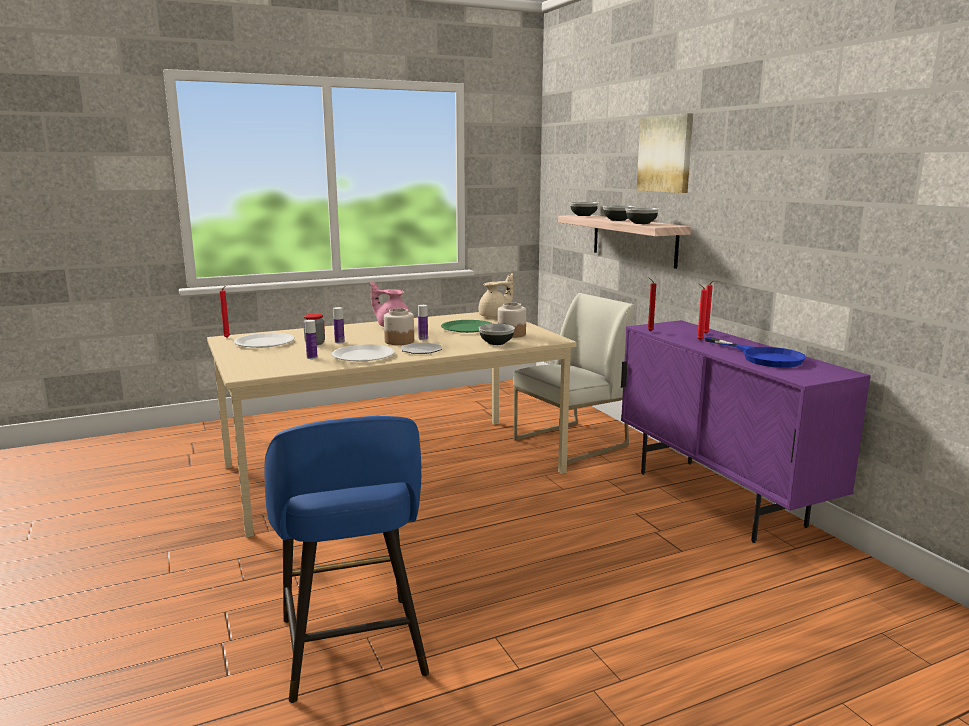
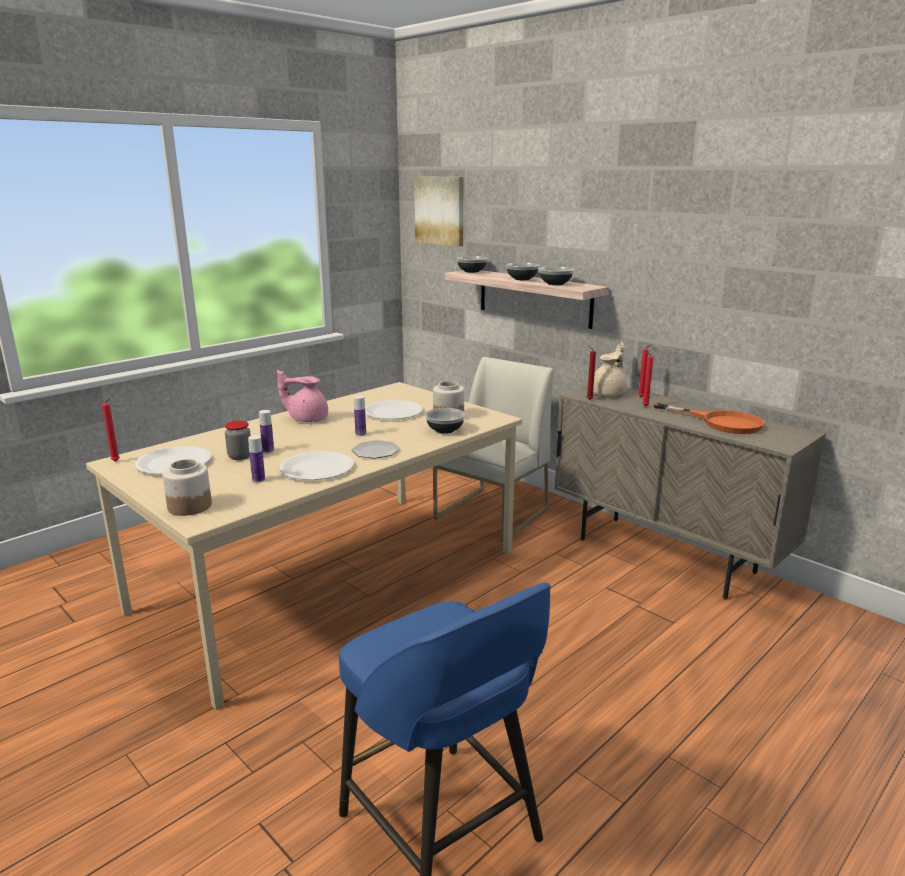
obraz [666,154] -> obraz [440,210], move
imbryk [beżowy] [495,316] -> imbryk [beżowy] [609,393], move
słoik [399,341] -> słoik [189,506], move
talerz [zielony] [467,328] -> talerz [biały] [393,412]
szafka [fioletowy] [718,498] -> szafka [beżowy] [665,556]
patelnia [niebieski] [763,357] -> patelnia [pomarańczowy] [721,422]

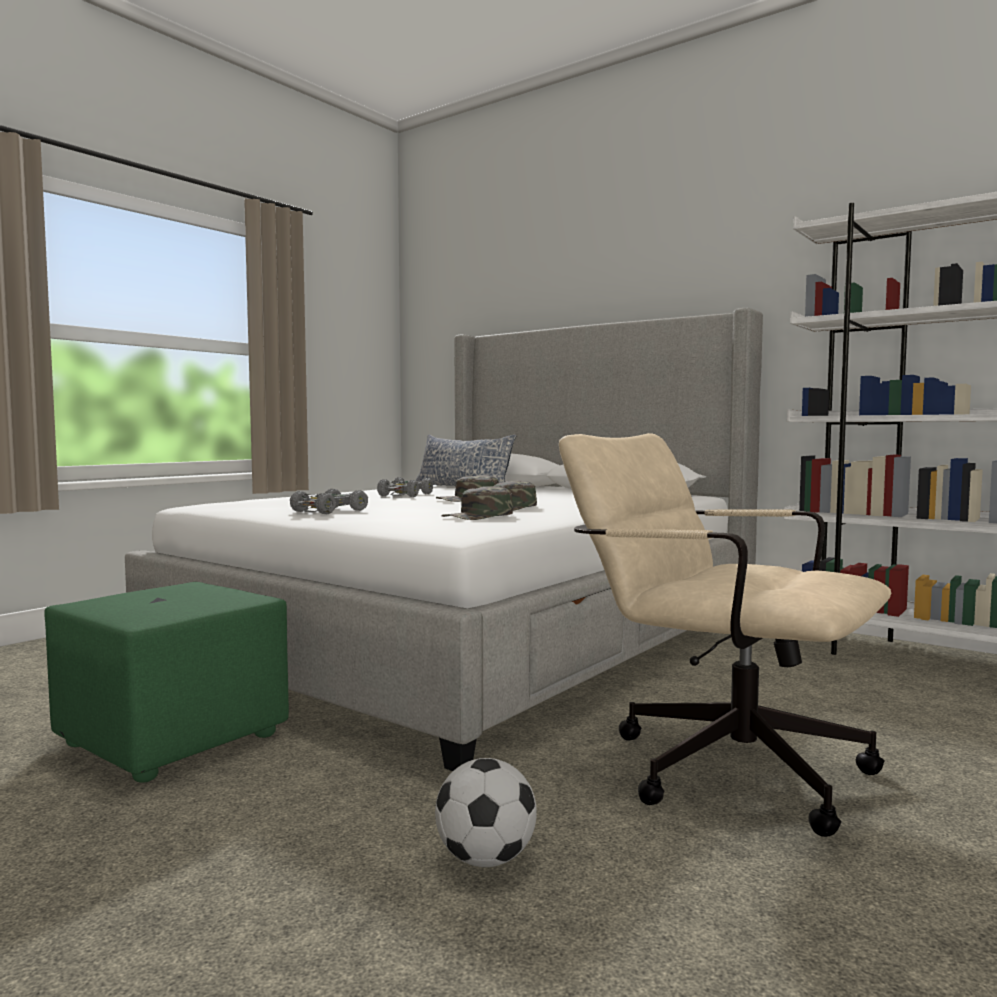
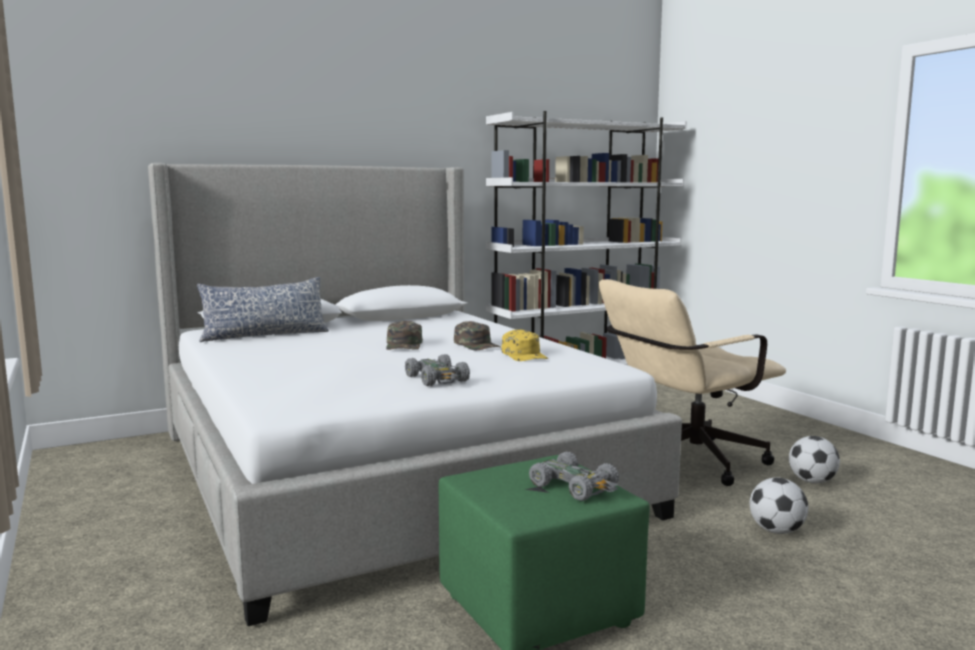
samochodzik [szary] [405,495] -> samochodzik [szary] [575,486], move
czapka z daszkiem [zielony] [479,516] -> czapka z daszkiem [żółty] [524,355]
none -> piłka futbolowa [812,481]

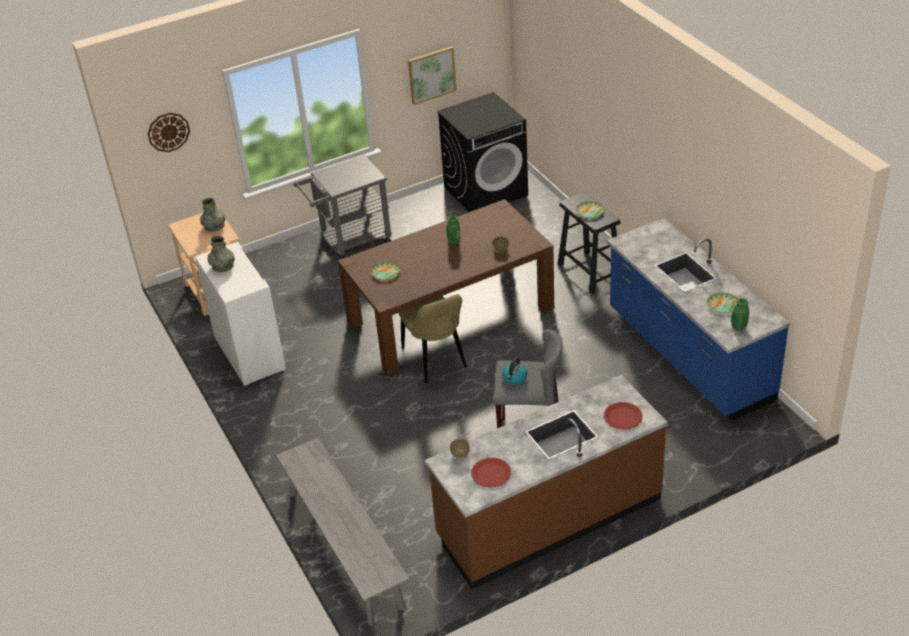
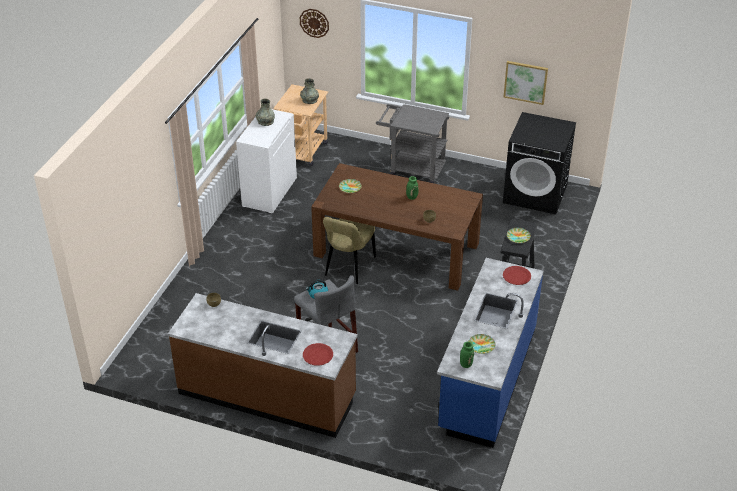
ławka [szary] [345,549] -> none
talerz [czerwony] [491,473] -> talerz [czerwony] [517,276], move

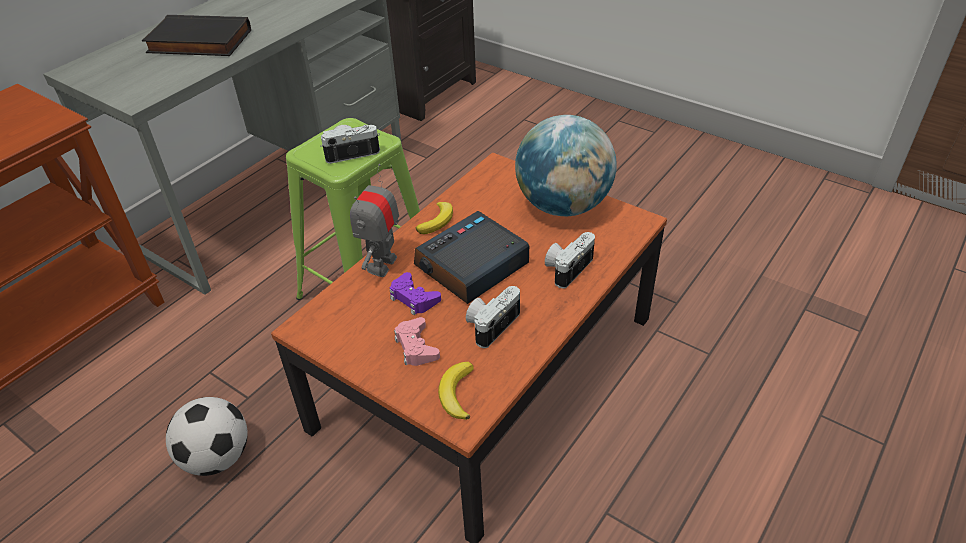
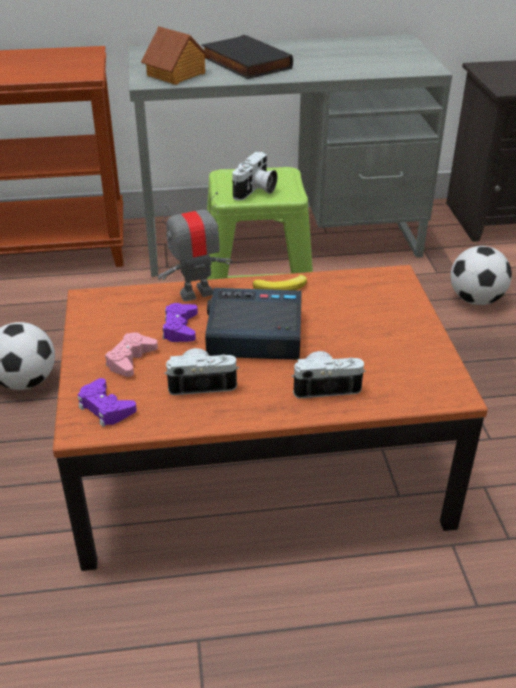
globus [563,206] -> none
aparat fotograficzny [351,152] -> aparat fotograficzny [256,191], 90 degrees clockwise
banan [456,393] -> pad do gier [fioletowy] [105,408]
none -> domek [176,74]
none -> piłka futbolowa [475,299]

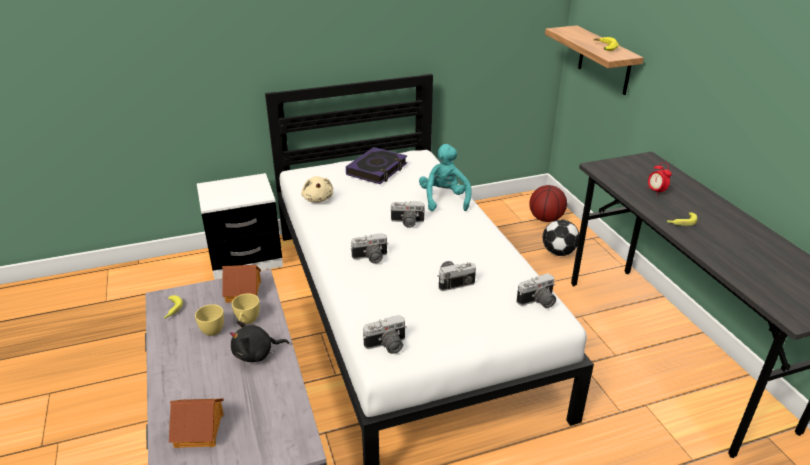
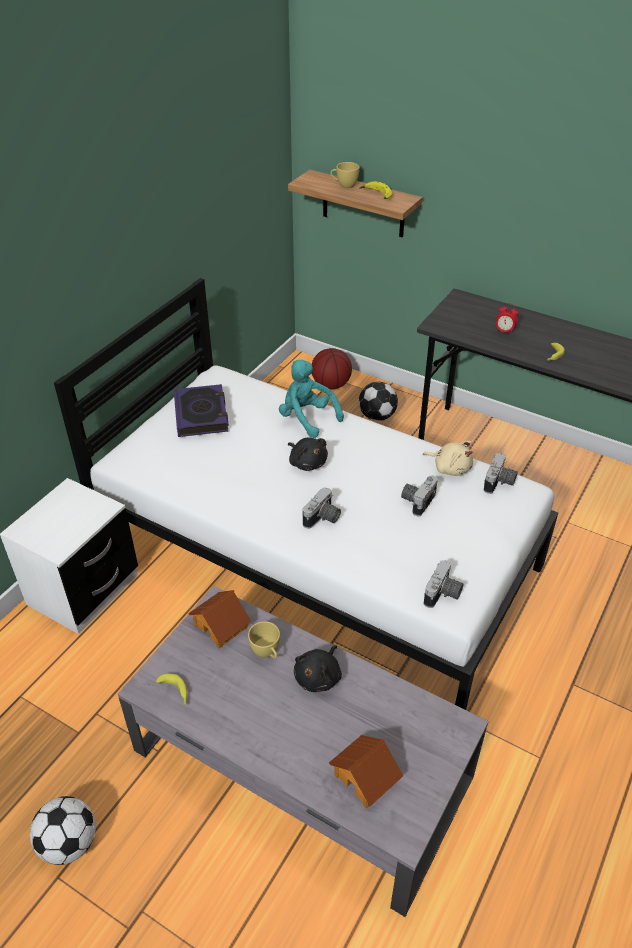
pluszak [beżowy] [318,199] -> pluszak [beżowy] [450,467], move
aparat fotograficzny [407,223] -> pluszak [czarny] [307,462]
filiżanka [żółty] [211,329] -> filiżanka [żółty] [344,185], move
none -> piłka futbolowa [69,843]

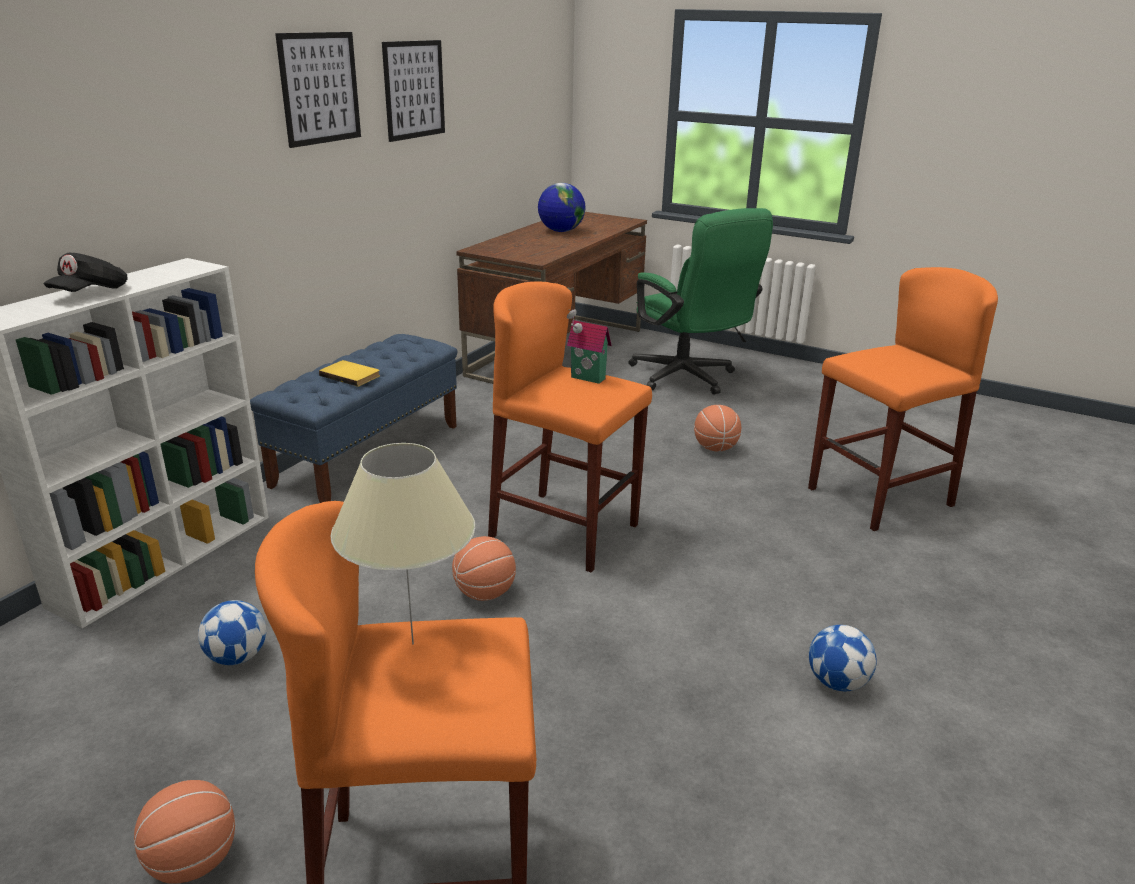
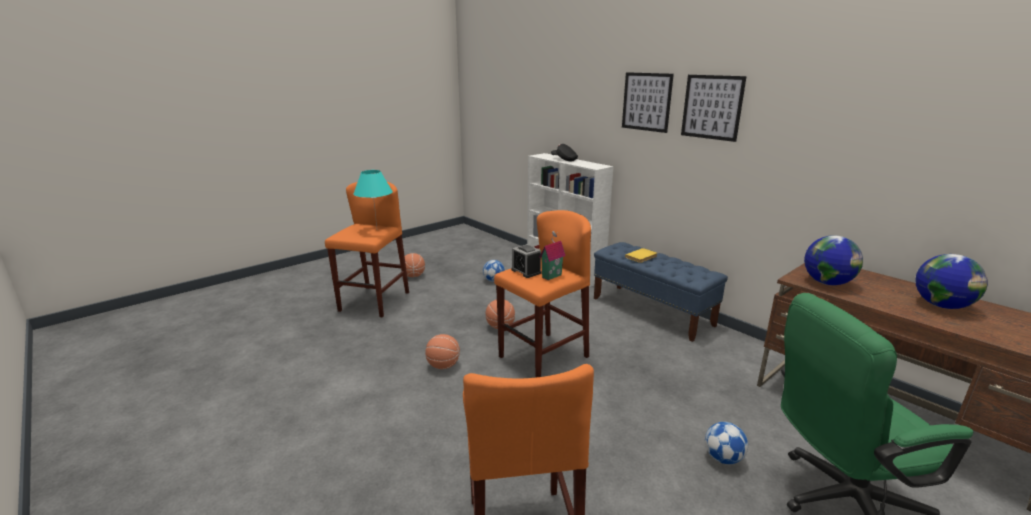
obraz [414,90] -> obraz [646,102], move
piłka do koszykówki [715,448] -> piłka do koszykówki [443,365], move
lampa stołowa [beżowy] [412,643] -> lampa stołowa [turkusowy] [377,229]
piłka futbolowa [836,682] -> piłka futbolowa [723,458], move
none -> globus [827,282]
none -> budzik [526,271]

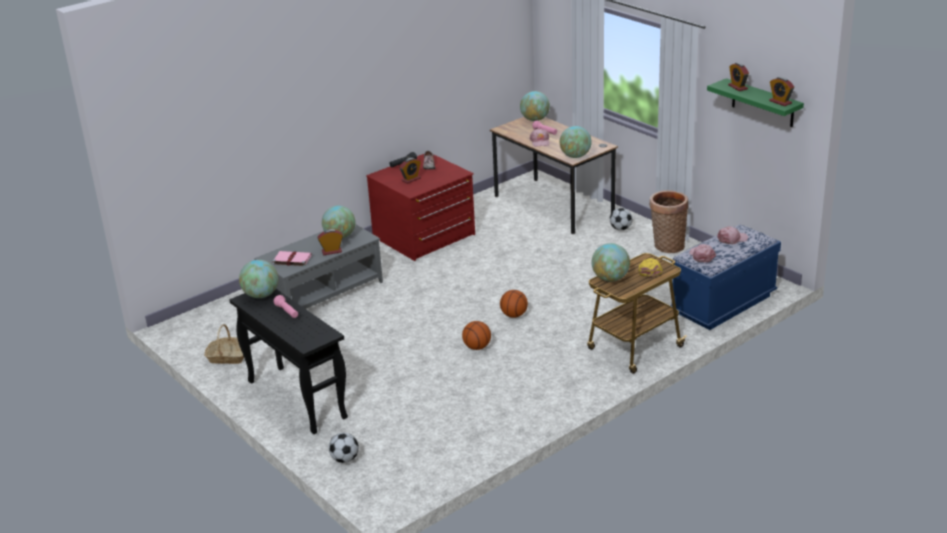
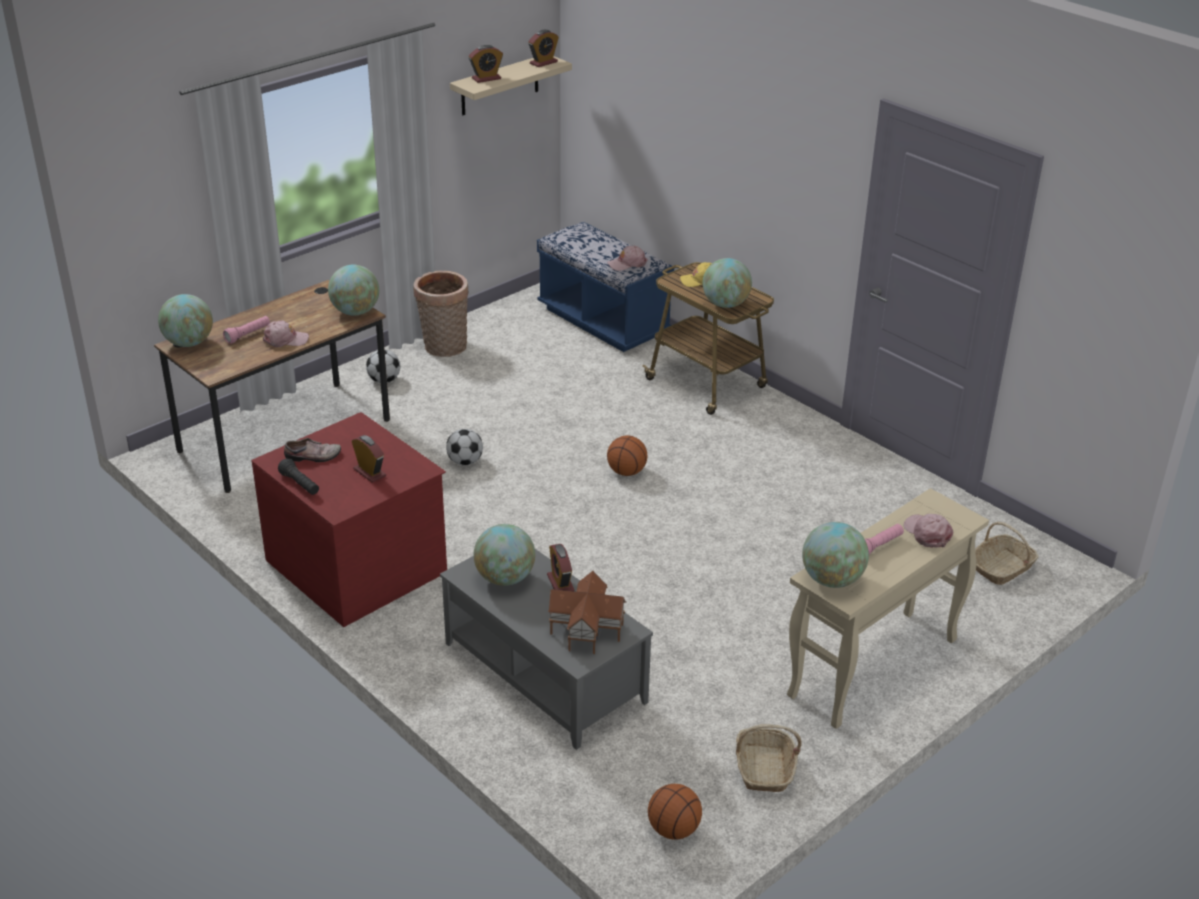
półka [zielony] [763,103] -> półka [beżowy] [500,85]
czapka z daszkiem [różowy] [732,239] -> czapka z daszkiem [różowy] [927,533], move
książka [różowy] [291,260] -> domek [588,628]
stolik konsolowy [czarny] [295,399] -> stolik konsolowy [beżowy] [873,669]
piłka do koszykówki [477,347] -> piłka do koszykówki [673,830], move
piłka futbolowa [345,459] -> piłka futbolowa [465,462], move
none -> koszyk [1002,568]

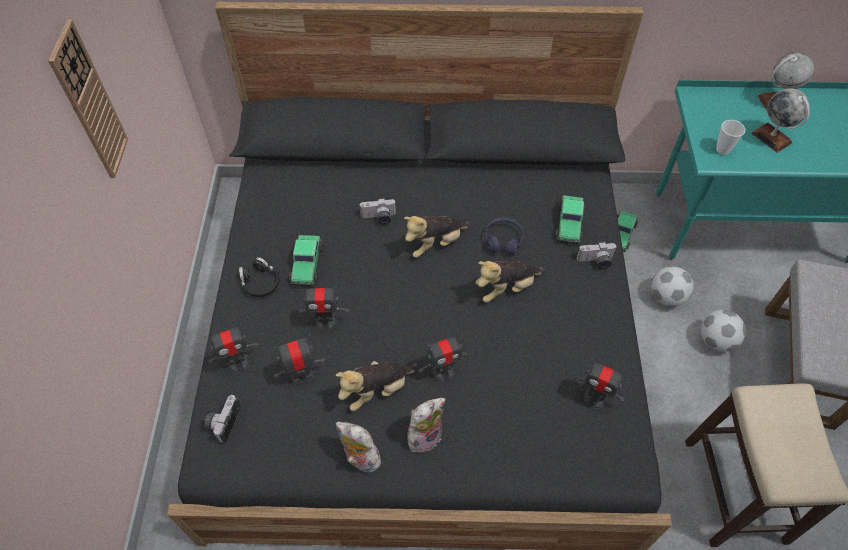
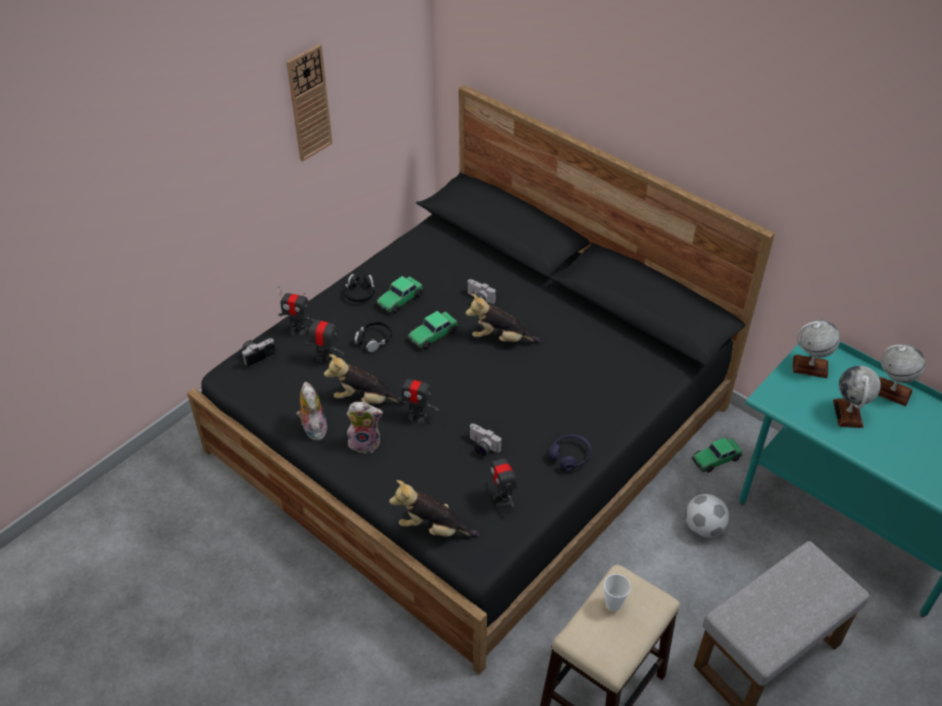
filiżanka [722,149] -> filiżanka [613,604], move
samochodzik [569,224] -> samochodzik [432,335], move
słuchawki [fioletowy] [503,240] -> słuchawki [fioletowy] [570,456], move
aparat fotograficzny [595,262] -> aparat fotograficzny [482,447], move
pluszak [506,288] -> pluszak [433,528], move
robot zabawkowy [326,322] -> słuchawki [czarny] [374,339]
piłka futbolowa [715,340] -> none
none -> globus [810,367]

